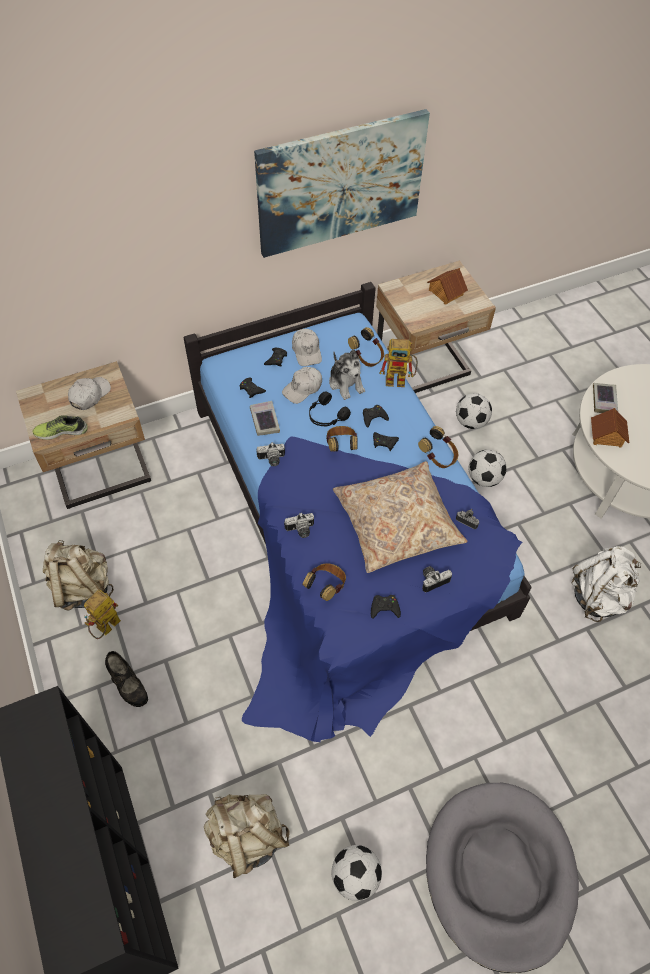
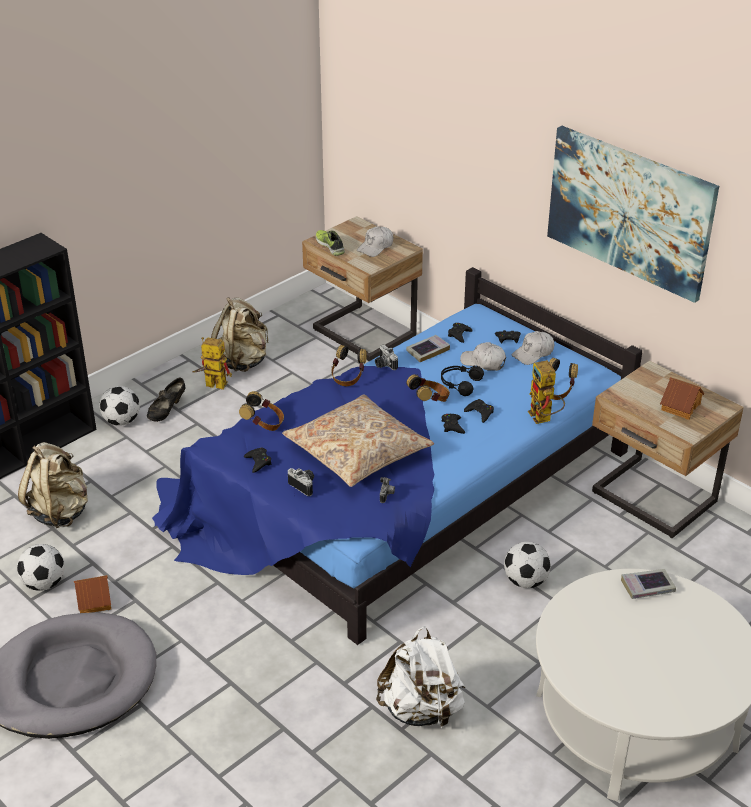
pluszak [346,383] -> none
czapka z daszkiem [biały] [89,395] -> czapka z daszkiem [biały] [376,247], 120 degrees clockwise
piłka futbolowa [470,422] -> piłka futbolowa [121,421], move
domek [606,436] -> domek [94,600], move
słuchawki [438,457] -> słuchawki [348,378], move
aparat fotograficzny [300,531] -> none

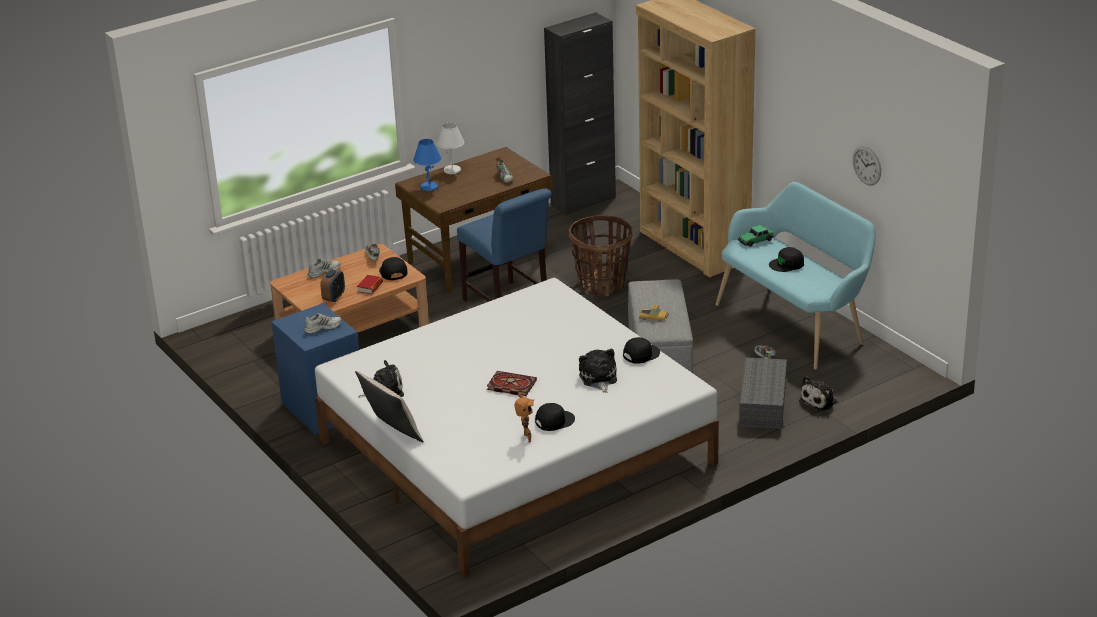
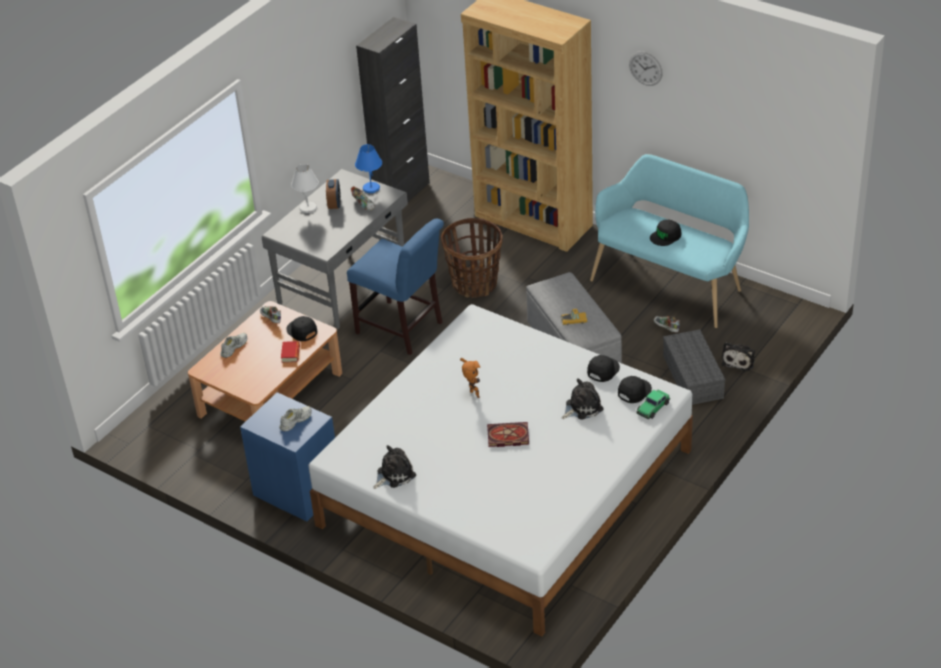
lampa stołowa [niebieski] [429,187] -> lampa stołowa [niebieski] [371,188], move
zegar ścienny [867,165] -> zegar ścienny [645,68], move
biurko [brązowy] [478,260] -> biurko [szary] [344,285]
samochodzik [755,240] -> samochodzik [653,408], move
budzik [334,297] -> budzik [334,204], move
pluszak [598,379] -> pluszak [582,407], 90 degrees clockwise
poduszka [beżowy] [391,433] -> none
robot zabawkowy [525,439] -> robot zabawkowy [473,395], move
czapka z daszkiem [czarny] [554,421] -> czapka z daszkiem [czarny] [634,391], move

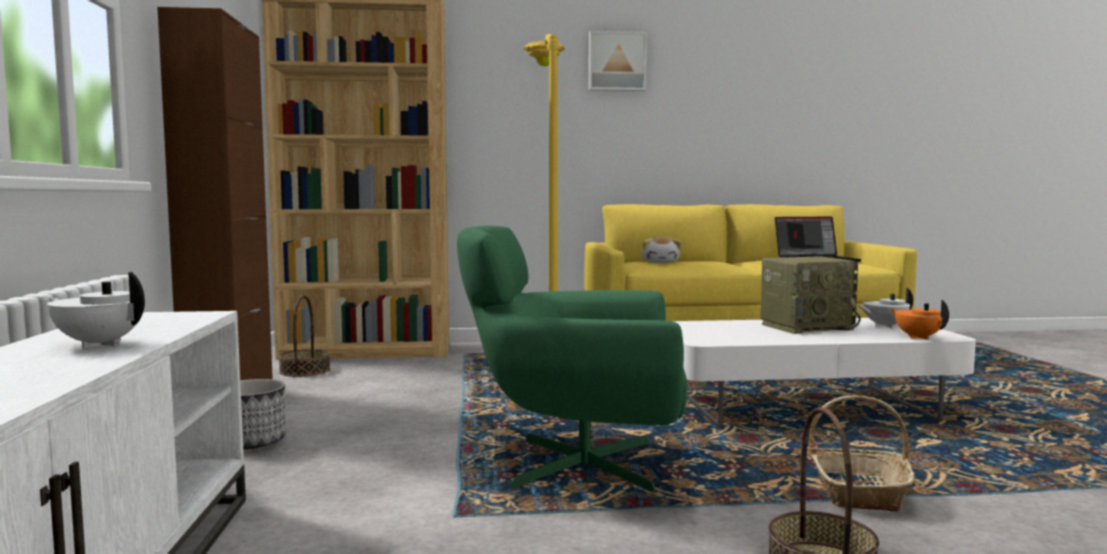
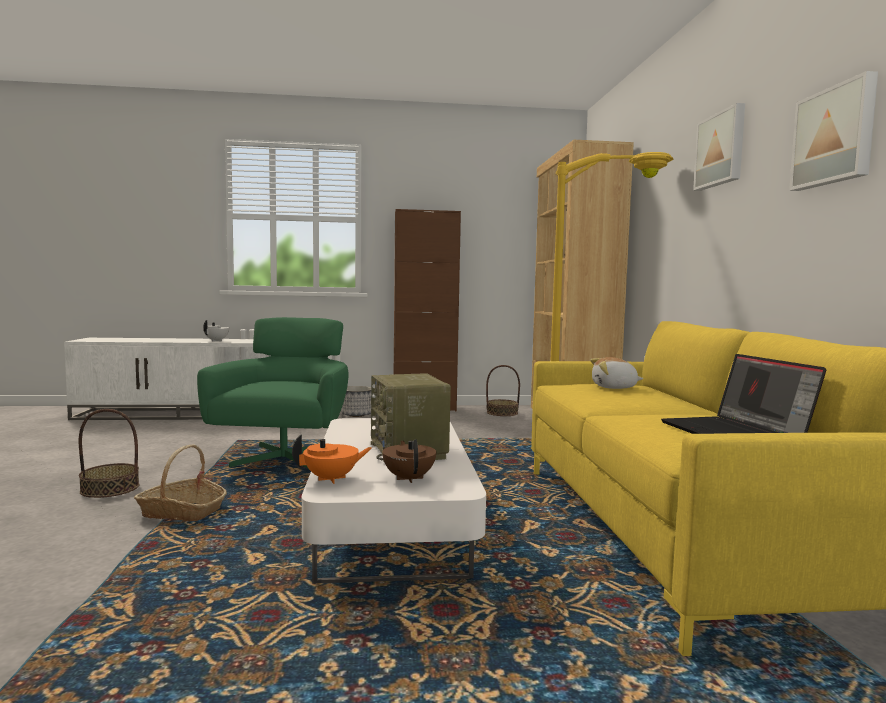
imbryk [biały] [884,326] -> imbryk [brązowy] [409,478]
none -> obraz [835,136]

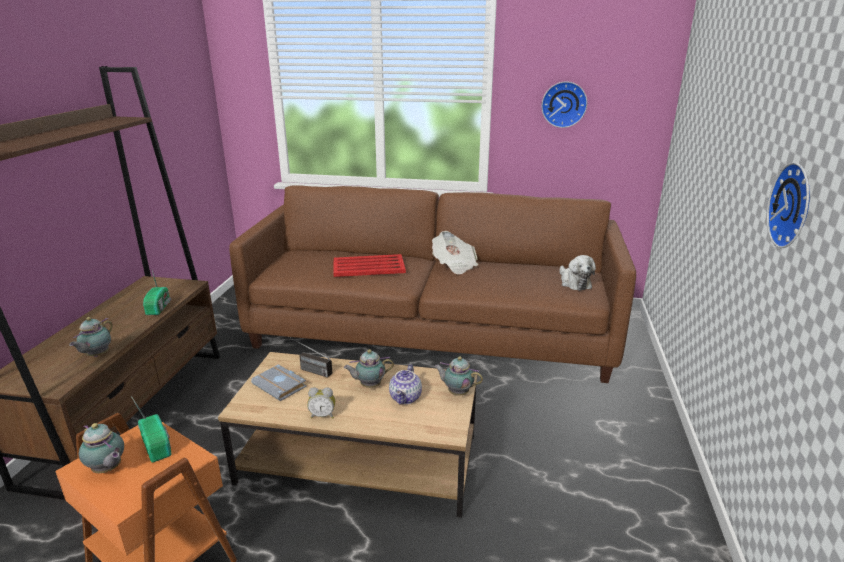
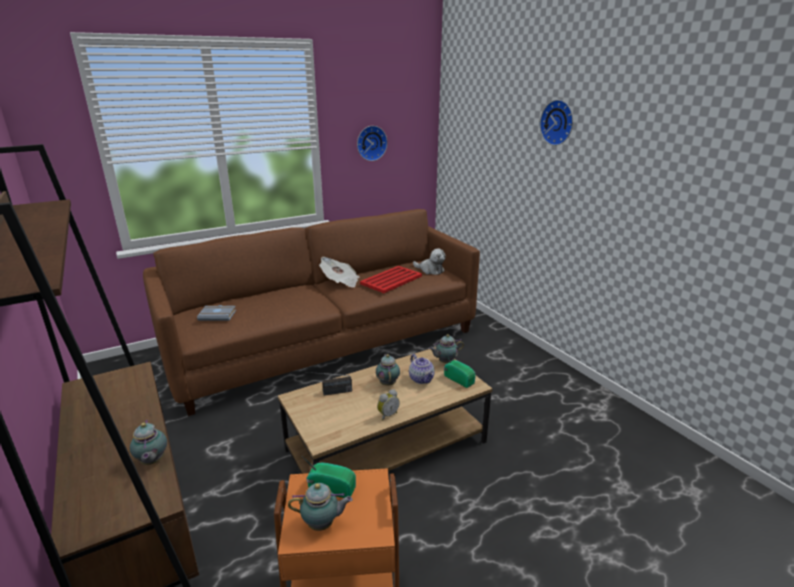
zegar ścienny [794,206] -> zegar ścienny [558,122], move
taca [czerwony] [368,266] -> taca [czerwony] [391,280], move
radio [159,307] -> radio [458,379], move
imbryk [369,385] -> imbryk [388,383], 135 degrees clockwise
książka [szary] [281,386] -> książka [szary] [218,315], move

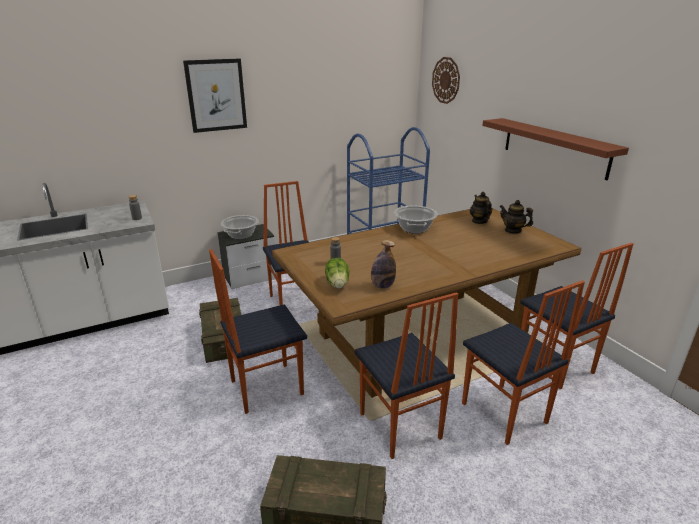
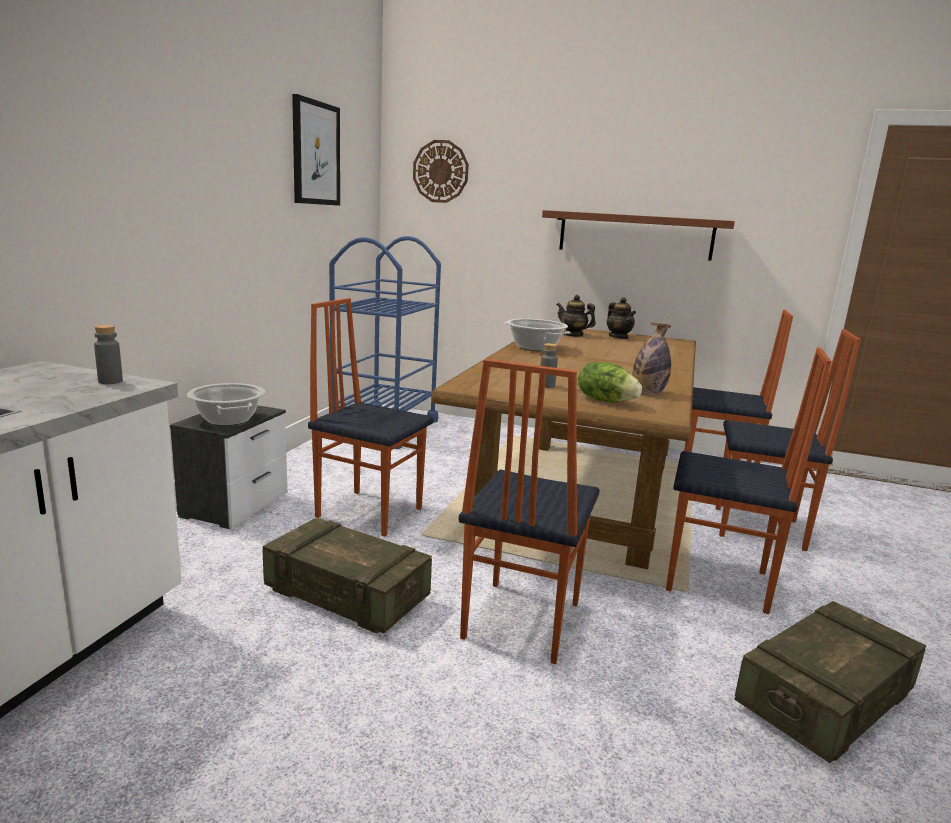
obraz [216,95] -> obraz [315,153], move
imbryk [513,230] -> imbryk [618,337], 105 degrees counterclockwise

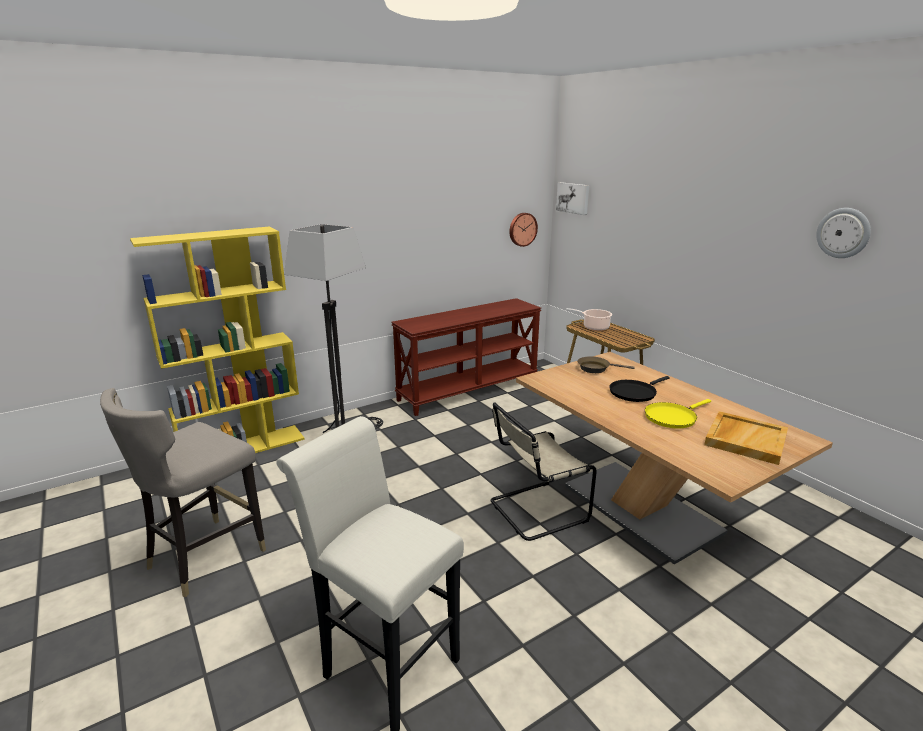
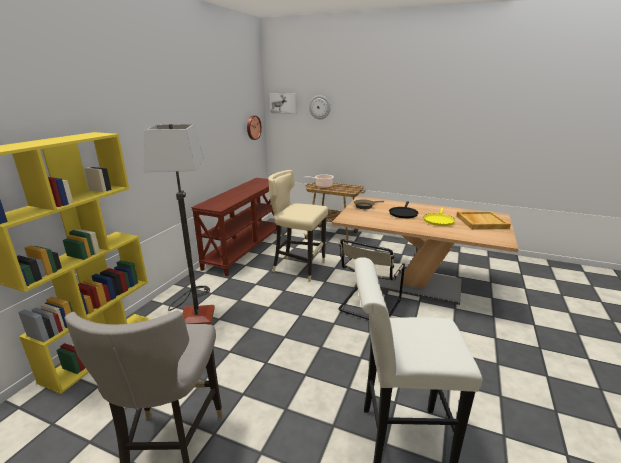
zegar ścienny [843,233] -> zegar ścienny [320,107], move
none -> stołek [beżowy] [298,268]

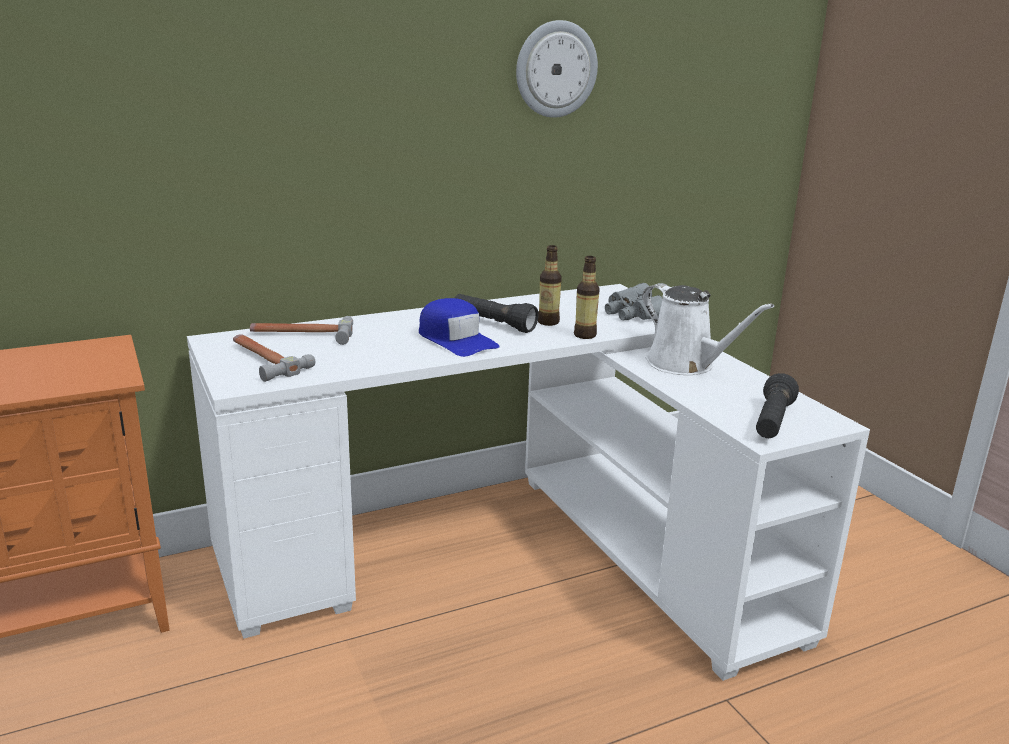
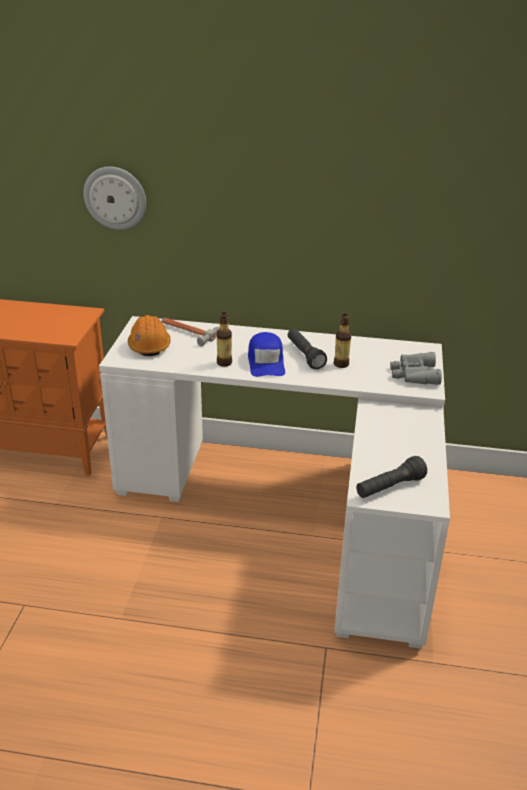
zegar ścienny [555,69] -> zegar ścienny [115,197], move
butelka [585,335] -> butelka [224,363], move
konewka [biały] [685,364] -> none
młotek [264,360] -> kask [pomarańczowy] [149,345]

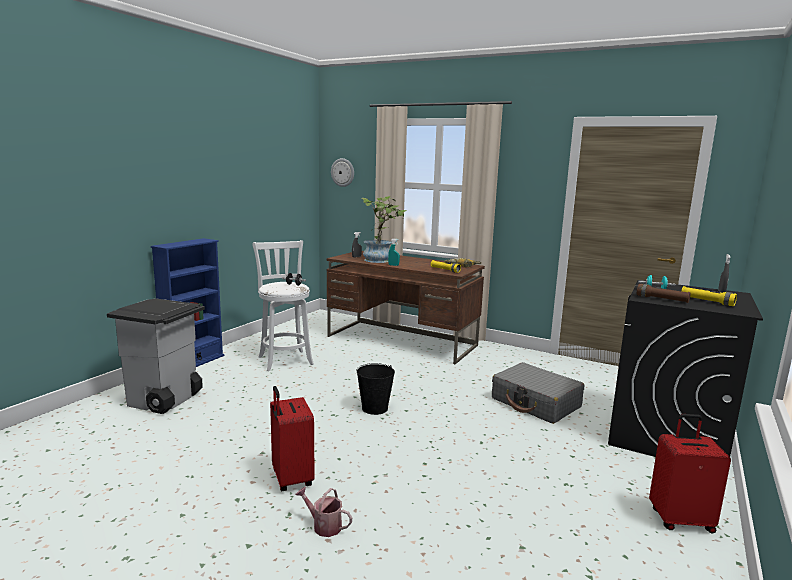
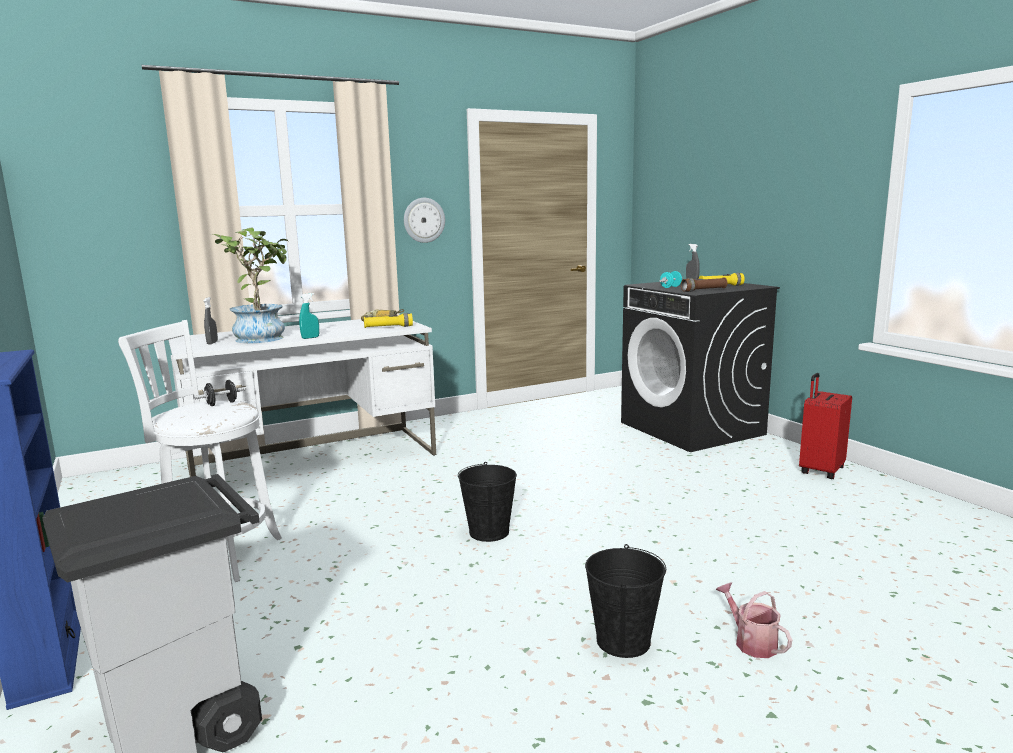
zegar ścienny [343,172] -> zegar ścienny [424,220], move
biurko [brązowy] [402,341] -> biurko [biały] [315,461]
walizka [szary] [536,403] -> none
walizka [czerwony] [291,479] -> wiadro [czarny] [622,641]
konewka [324,525] -> konewka [751,642], 90 degrees clockwise

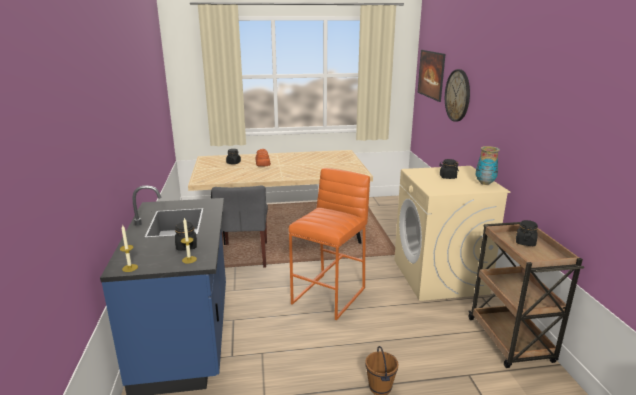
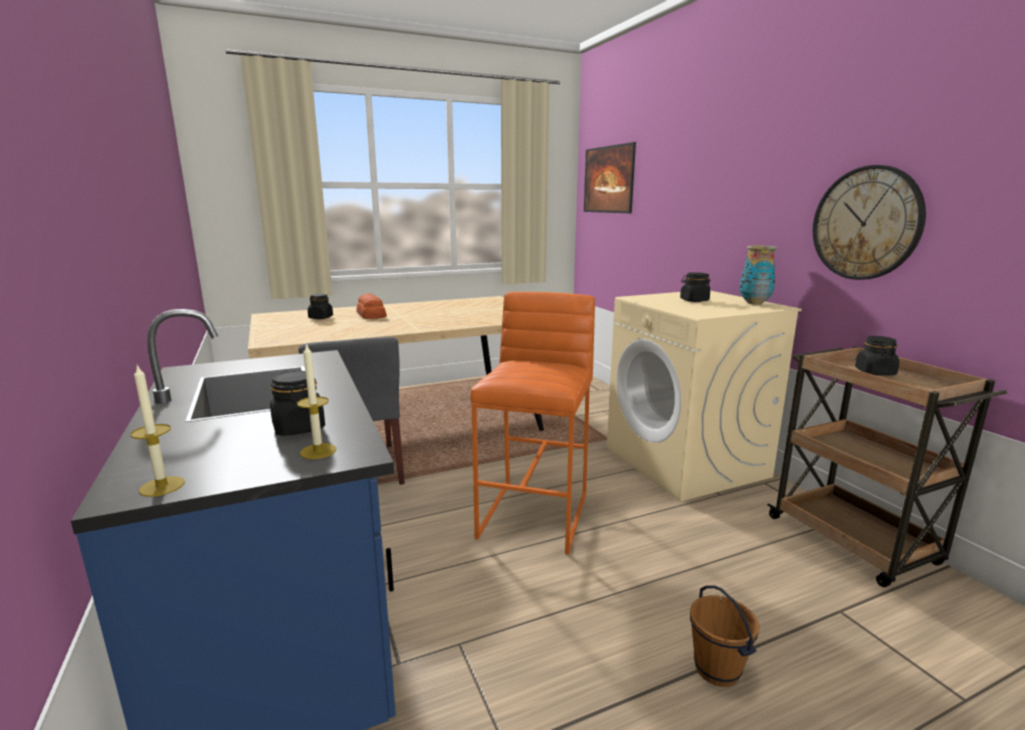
zegar ścienny [457,95] -> zegar ścienny [866,223], move

